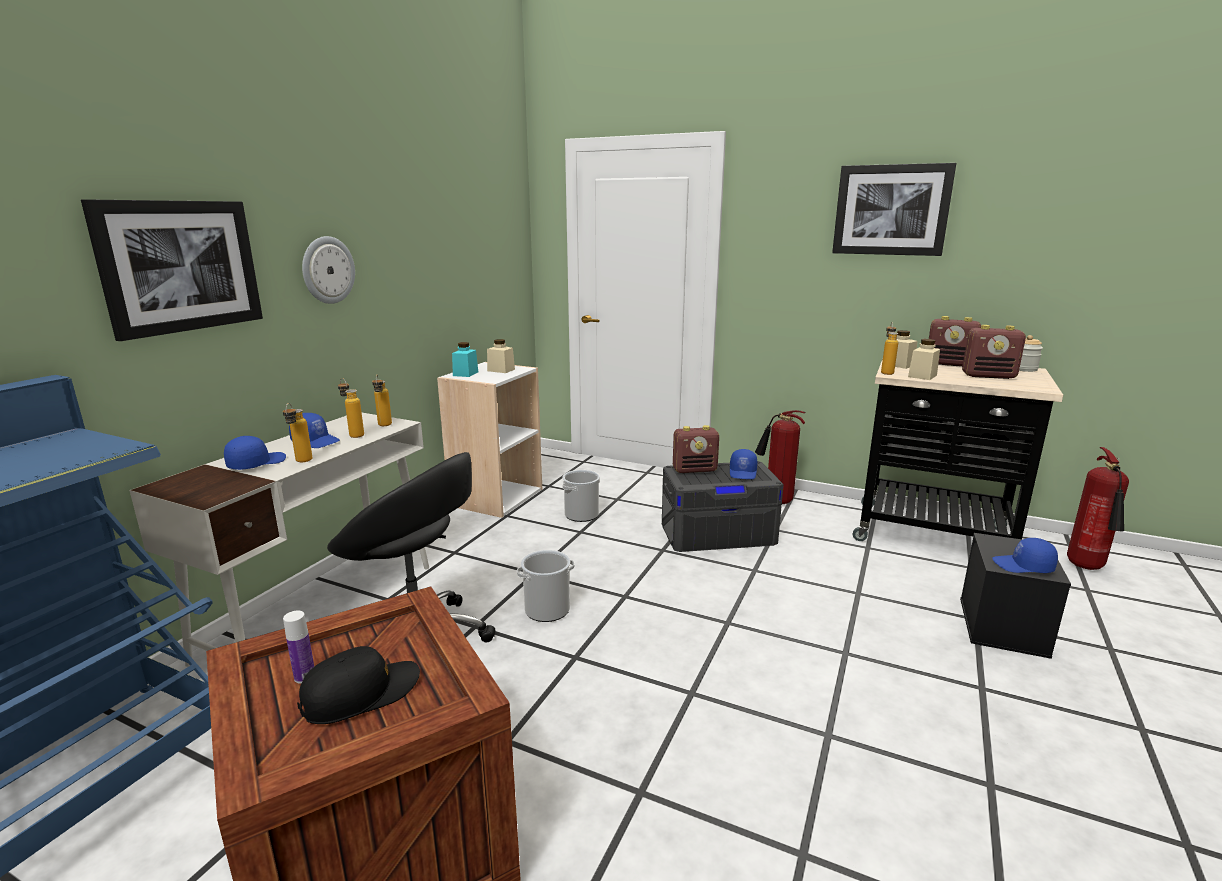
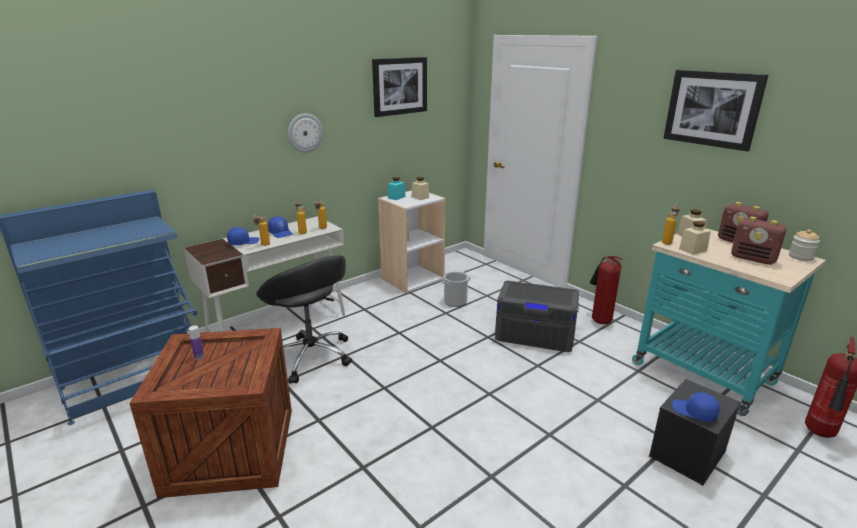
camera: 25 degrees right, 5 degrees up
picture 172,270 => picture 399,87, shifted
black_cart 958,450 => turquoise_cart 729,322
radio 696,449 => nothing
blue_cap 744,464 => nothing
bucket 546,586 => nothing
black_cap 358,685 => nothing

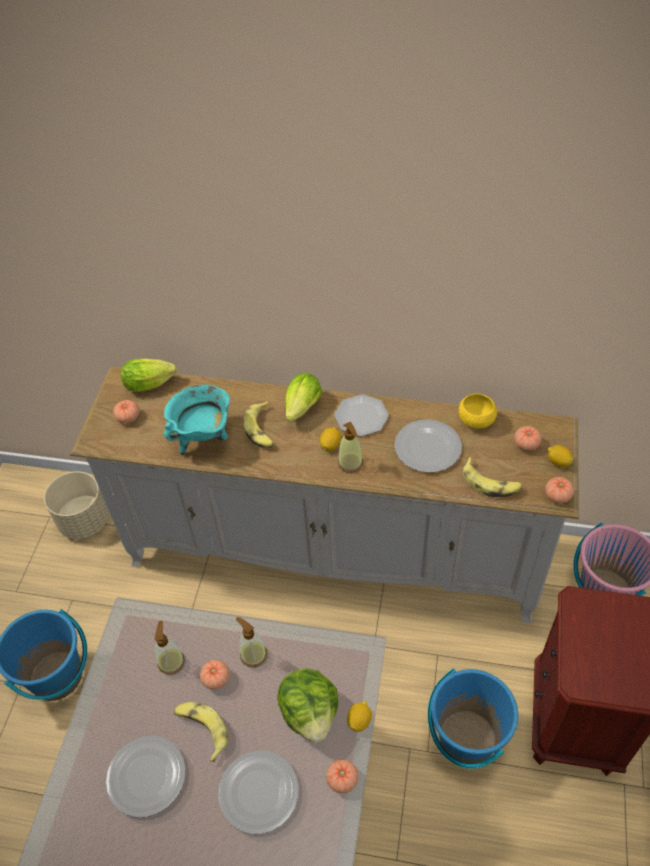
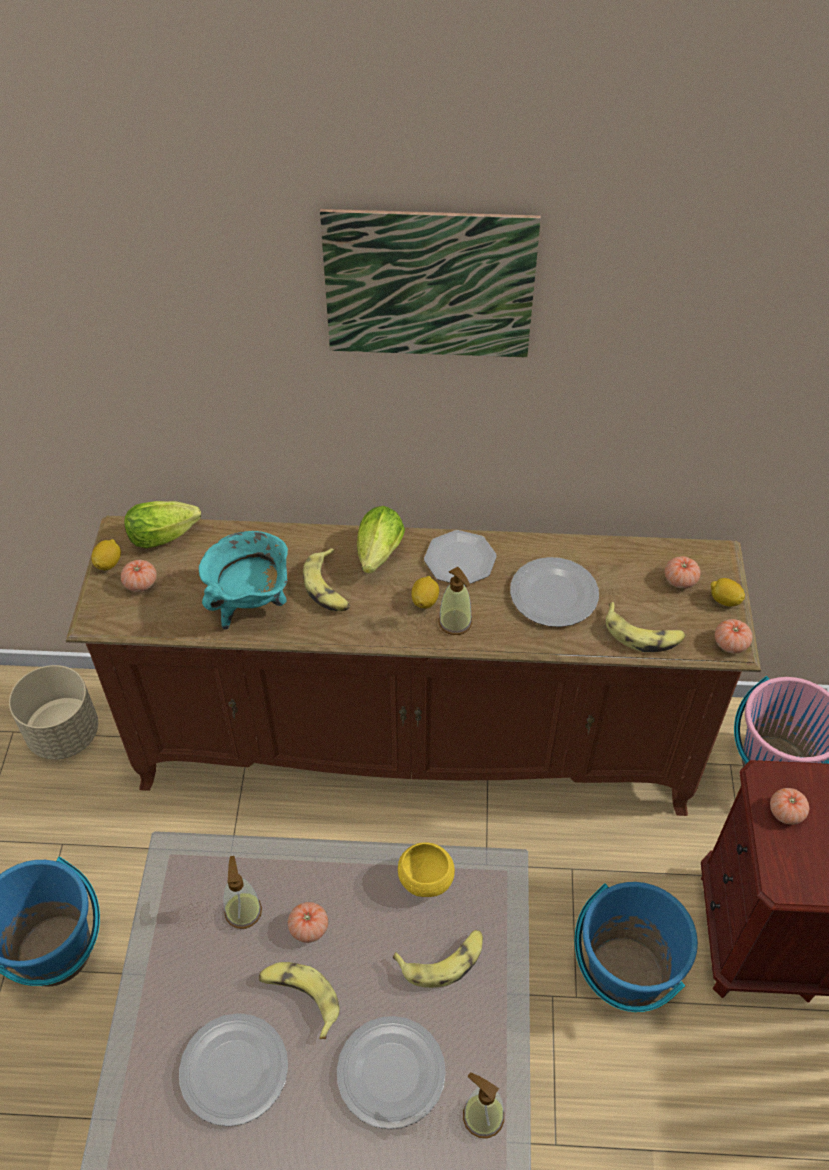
camera: 10 degrees left, 0 degrees up
grey_cabinet 324,495 => brown_cabinet 413,666
yellow_bowl 478,410 => yellow_bowl 426,869, shifted
soap_dispenser 251,642 => soap_dispenser 483,1105, shifted
lettuce 307,705 => banana 438,959
lemon 359,716 => lemon 106,554, shifted
tomato 342,776 => tomato 789,806, shifted
nothing => picture 430,283

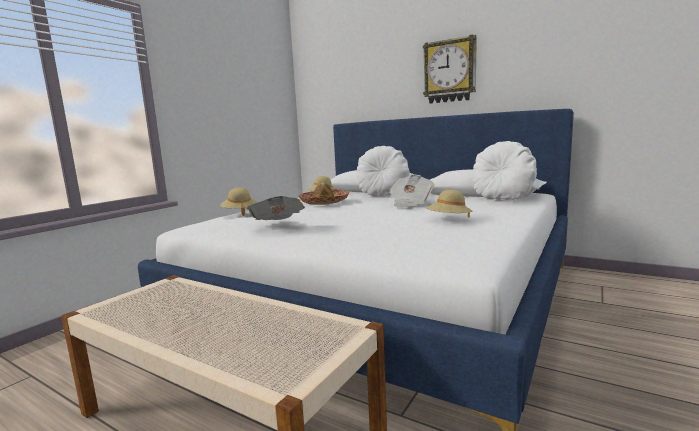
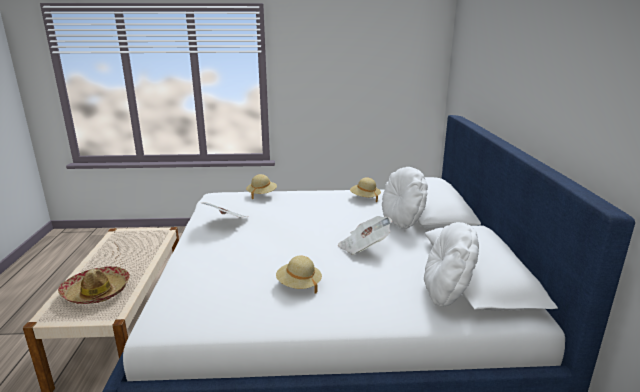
camera: 55 degrees right, 10 degrees up
wall_clock 450,69 => nothing
hat 324,193 => hat 94,285, shifted

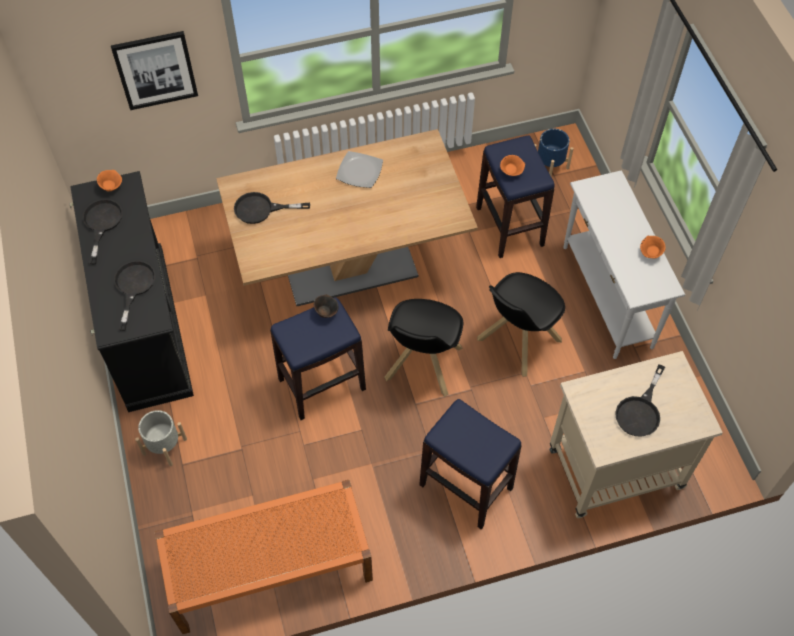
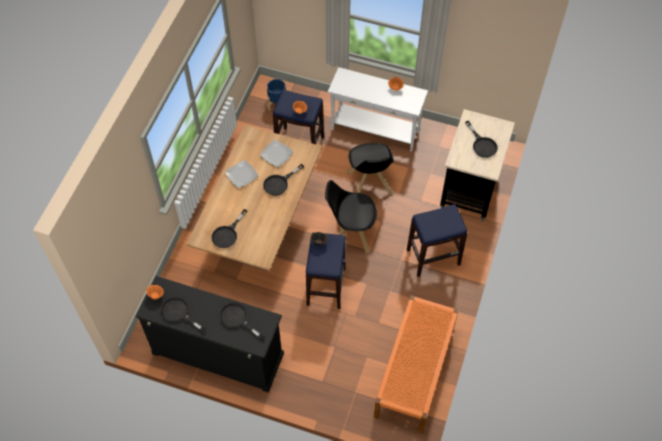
camera: 55 degrees left, 0 degrees up
picture 154,70 => nothing
black_chair 423,348 => black_chair 351,217, 135 degrees clockwise
beige_cart 636,434 => black_cart 477,165
grey_planter 161,438 => nothing
nothing => plate 276,153
nothing => black_frying_pan 283,180

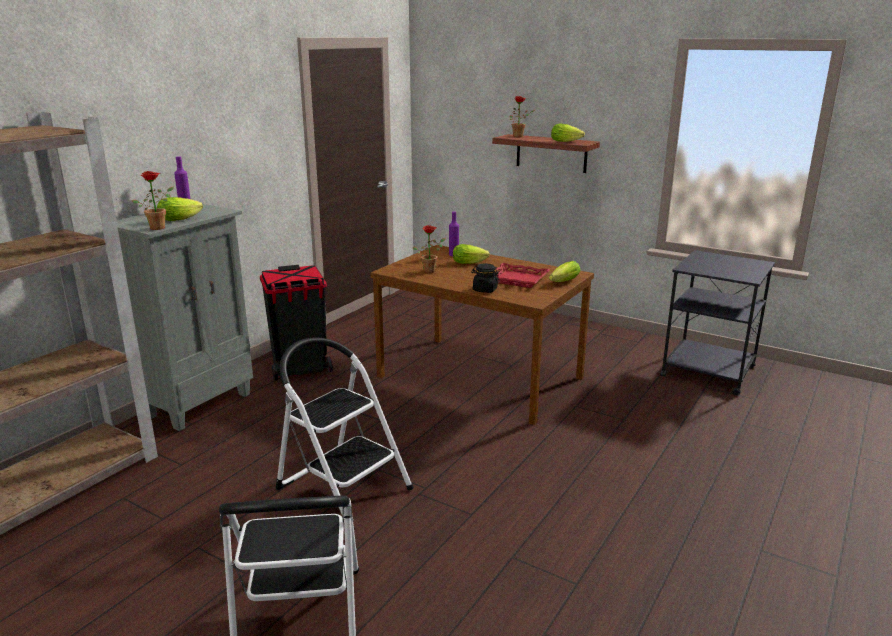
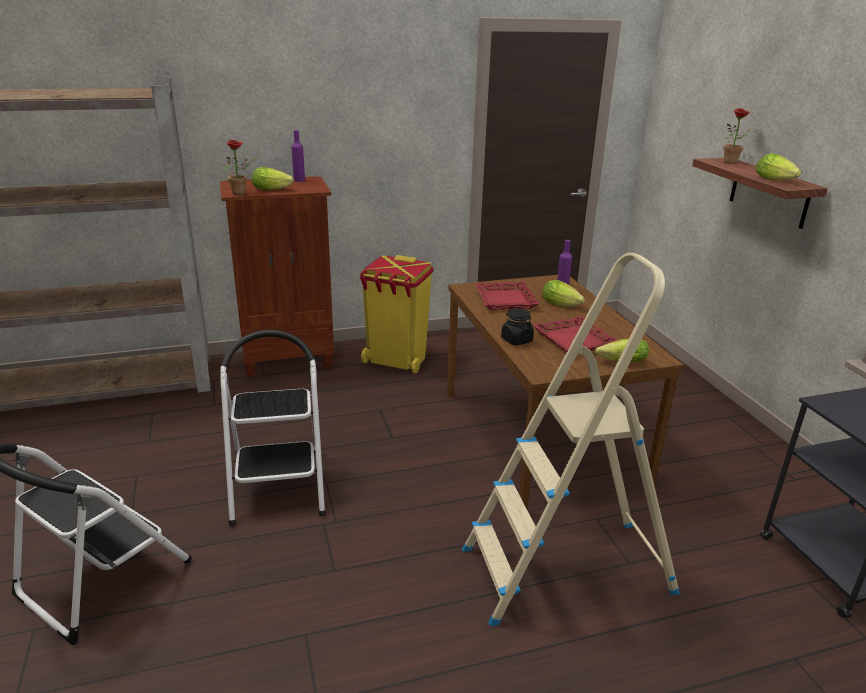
camera: 40 degrees right, 5 degrees up
grey_cabinet 184,317 => brown_cabinet 277,276
potted_plant 429,249 => red_tray 507,295
black_trash_can 296,323 => yellow_trash_can 397,314
nothing => beige_step_ladder 571,439

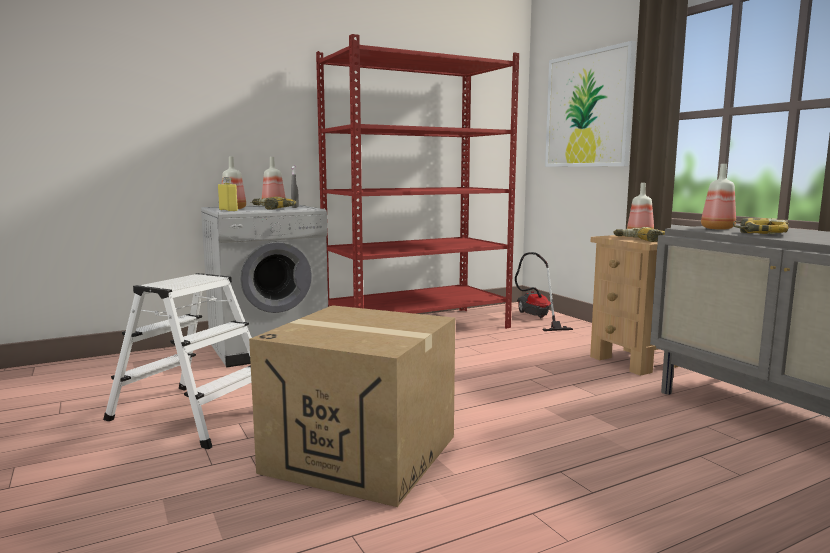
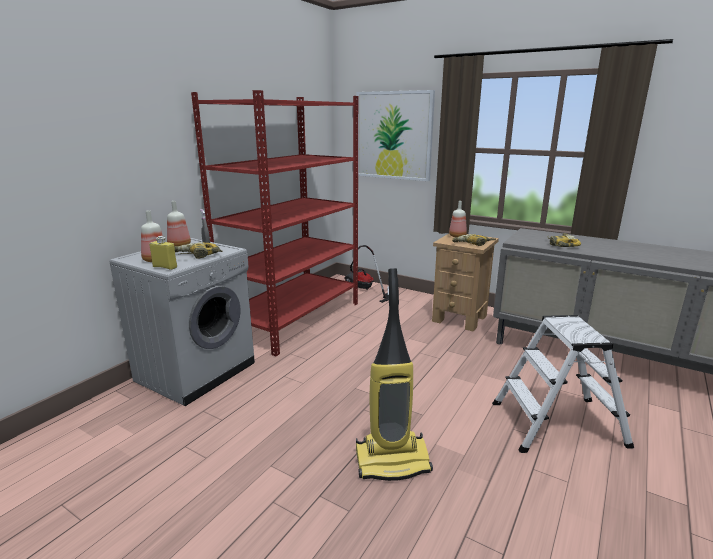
camera: 30 degrees left, 10 degrees up
bottle 718,197 => nothing
white_step_ladder 177,361 => white_step_ladder 563,384, shifted
cardboard_box 352,406 => vacuum_cleaner 394,374

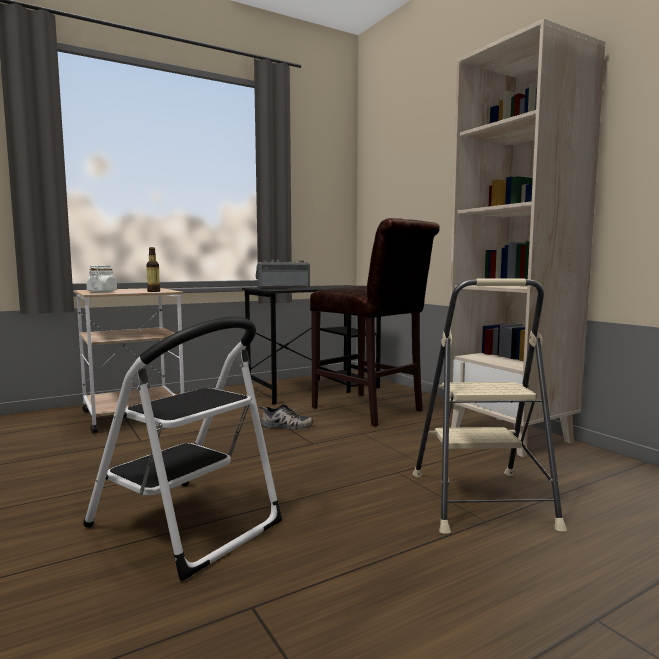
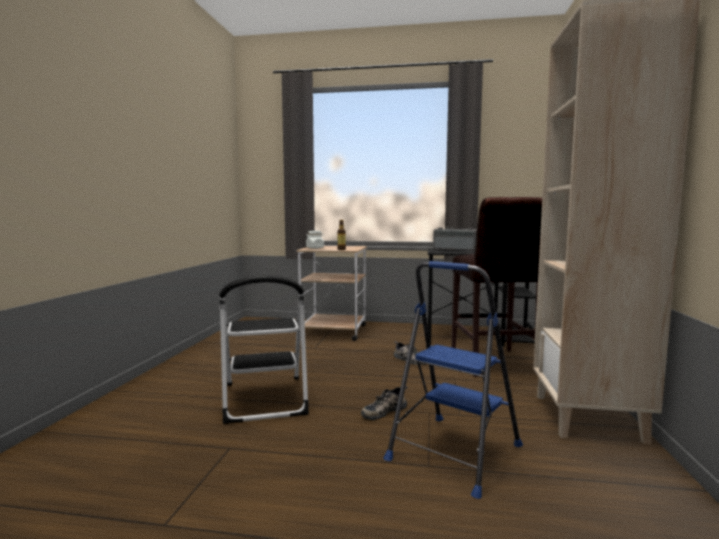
camera: 40 degrees right, 0 degrees up
beige_step_ladder 489,406 => blue_step_ladder 453,380
nothing => shoe 384,403

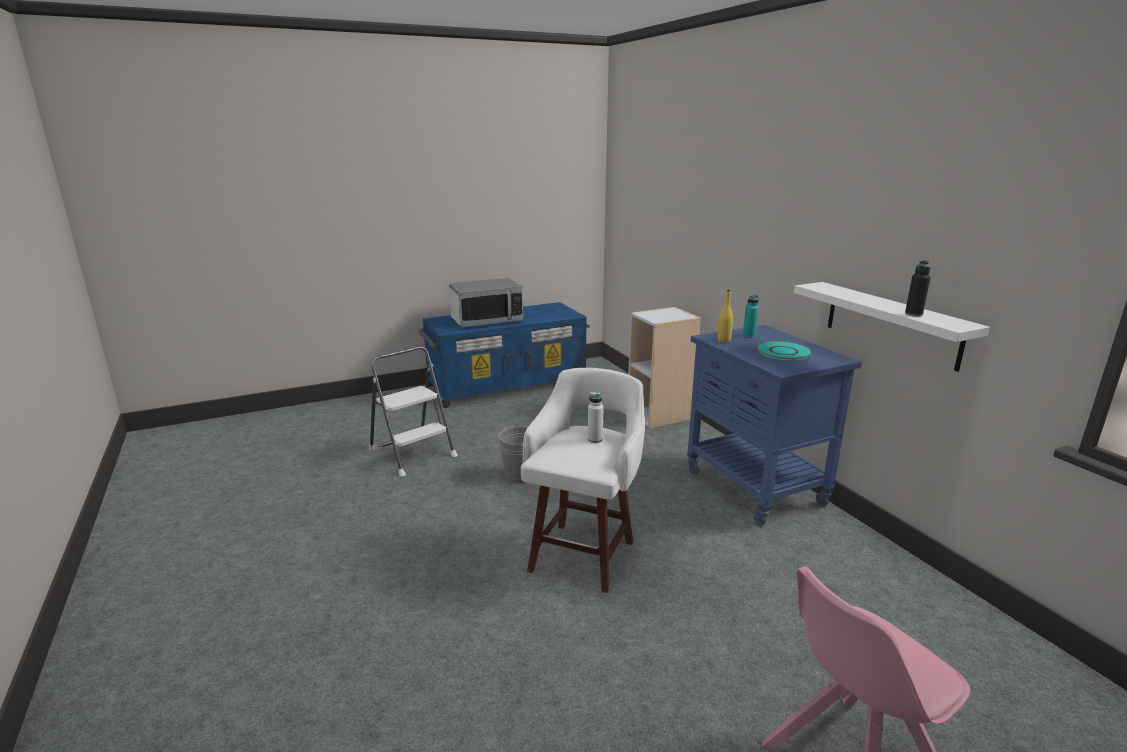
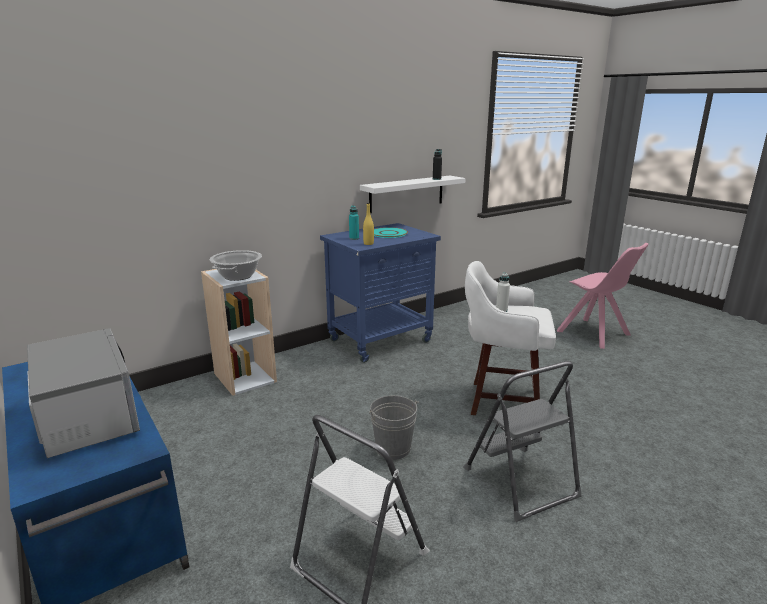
camera: 100 degrees left, 0 degrees up
nothing => cooking_pot 236,265
nothing => grey_step_ladder 522,441

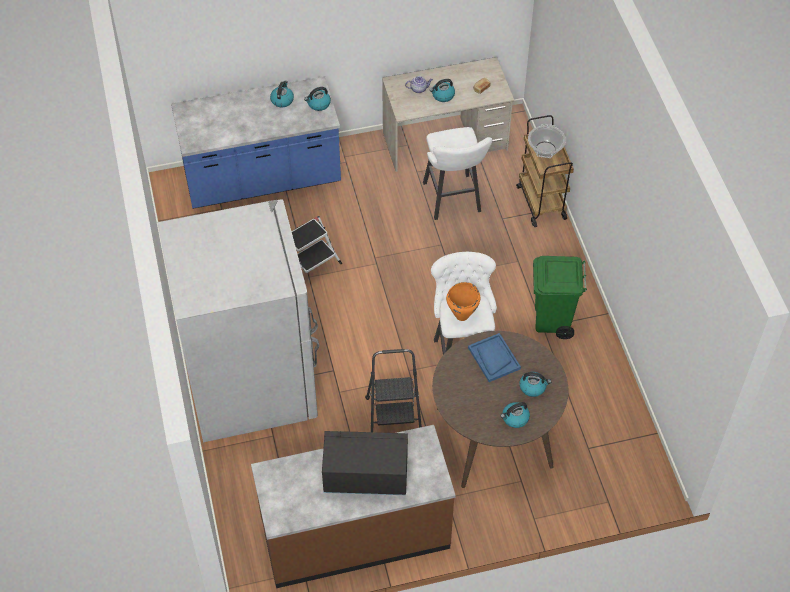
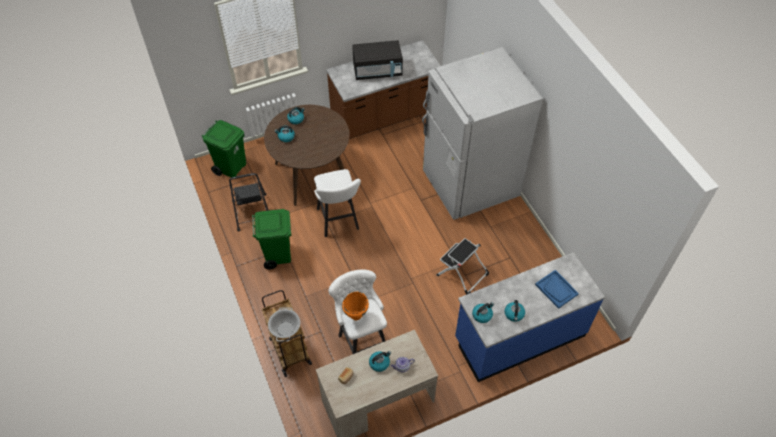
camera: 170 degrees right, 0 degrees up
orange_cooking_pot 463,301 => orange_cooking_pot 355,306, shifted
blue_tray 494,357 => blue_tray 557,289, shifted
black_step_ladder 393,390 => black_step_ladder 248,202, shifted
nothing => green_trash_can 224,149

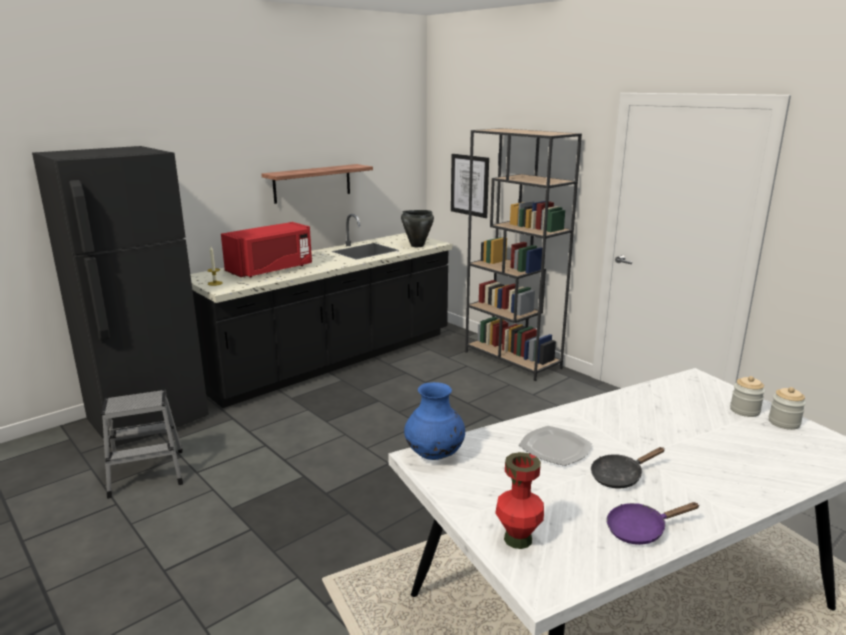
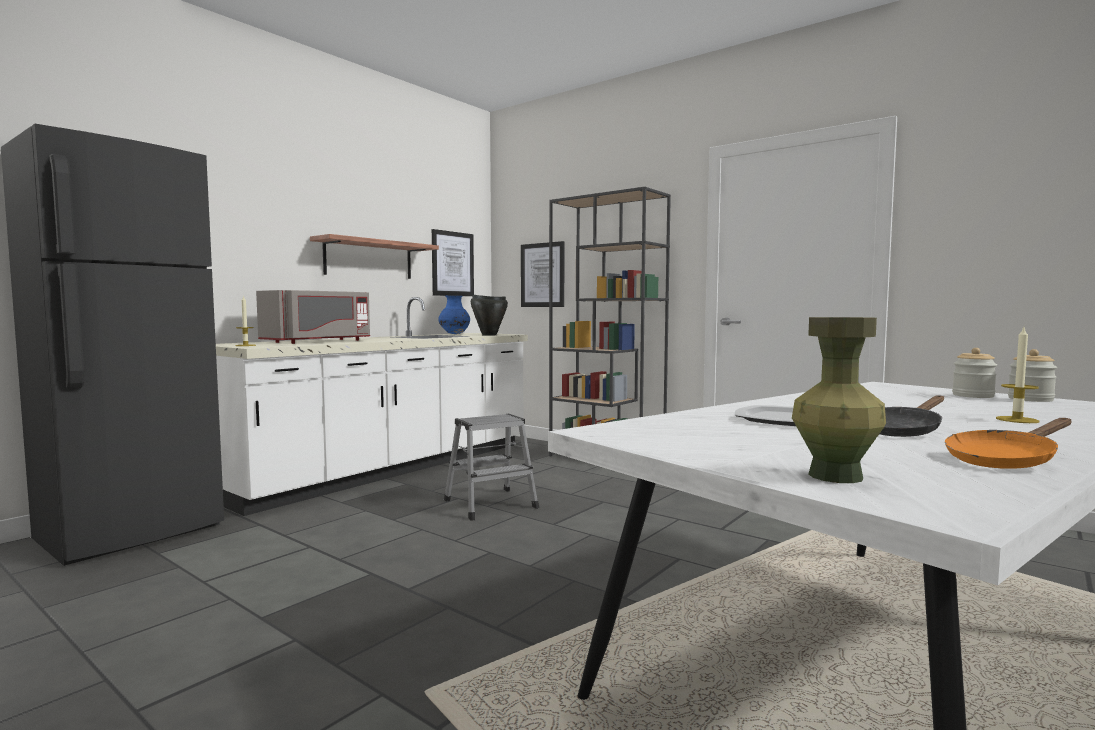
camera: 10 degrees left, 15 degrees down
black_counter 321,311 => white_counter 372,406
red_microwave 266,249 => grey_microwave 313,317
blue_vase 434,421 => blue_vase 454,315, shifted
grey_step_ladder 142,444 => grey_step_ladder 491,467, shifted
red_vase 519,500 => green_vase 839,400
purple_frying_pan 653,523 => orange_frying_pan 1008,443
nothing => picture 453,262
nothing => candle 1017,375

